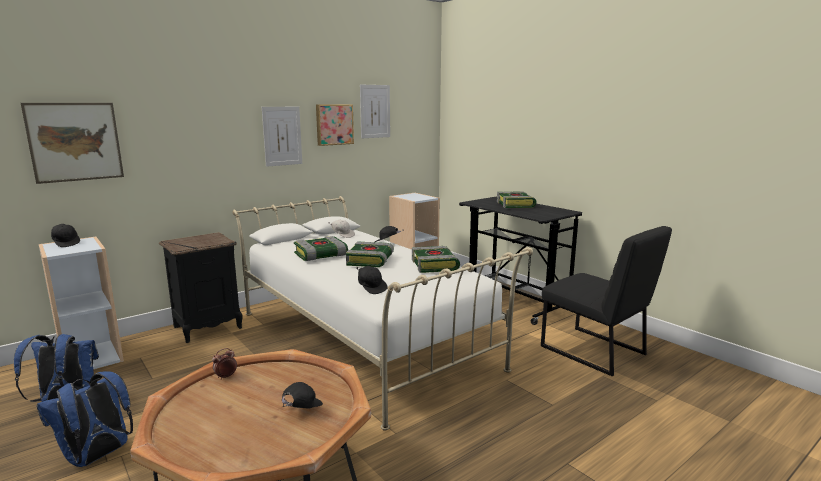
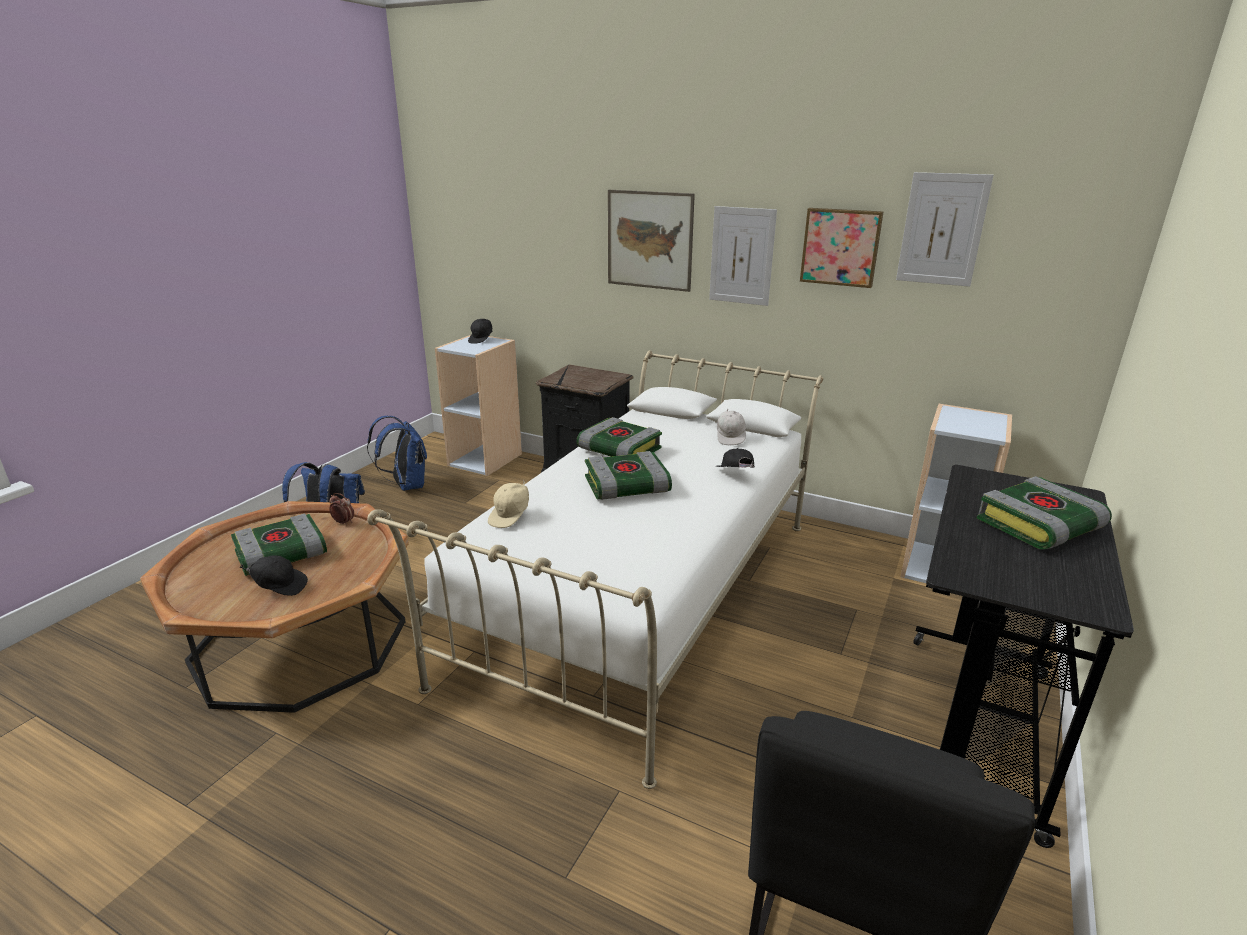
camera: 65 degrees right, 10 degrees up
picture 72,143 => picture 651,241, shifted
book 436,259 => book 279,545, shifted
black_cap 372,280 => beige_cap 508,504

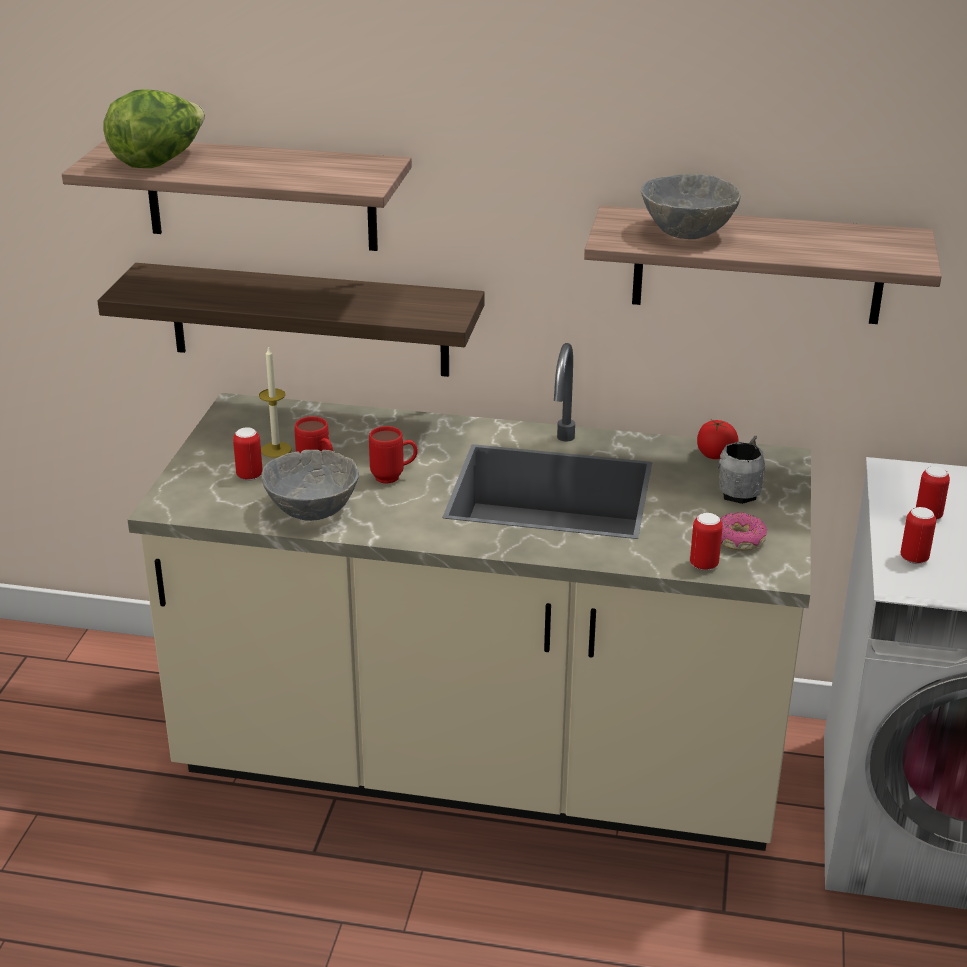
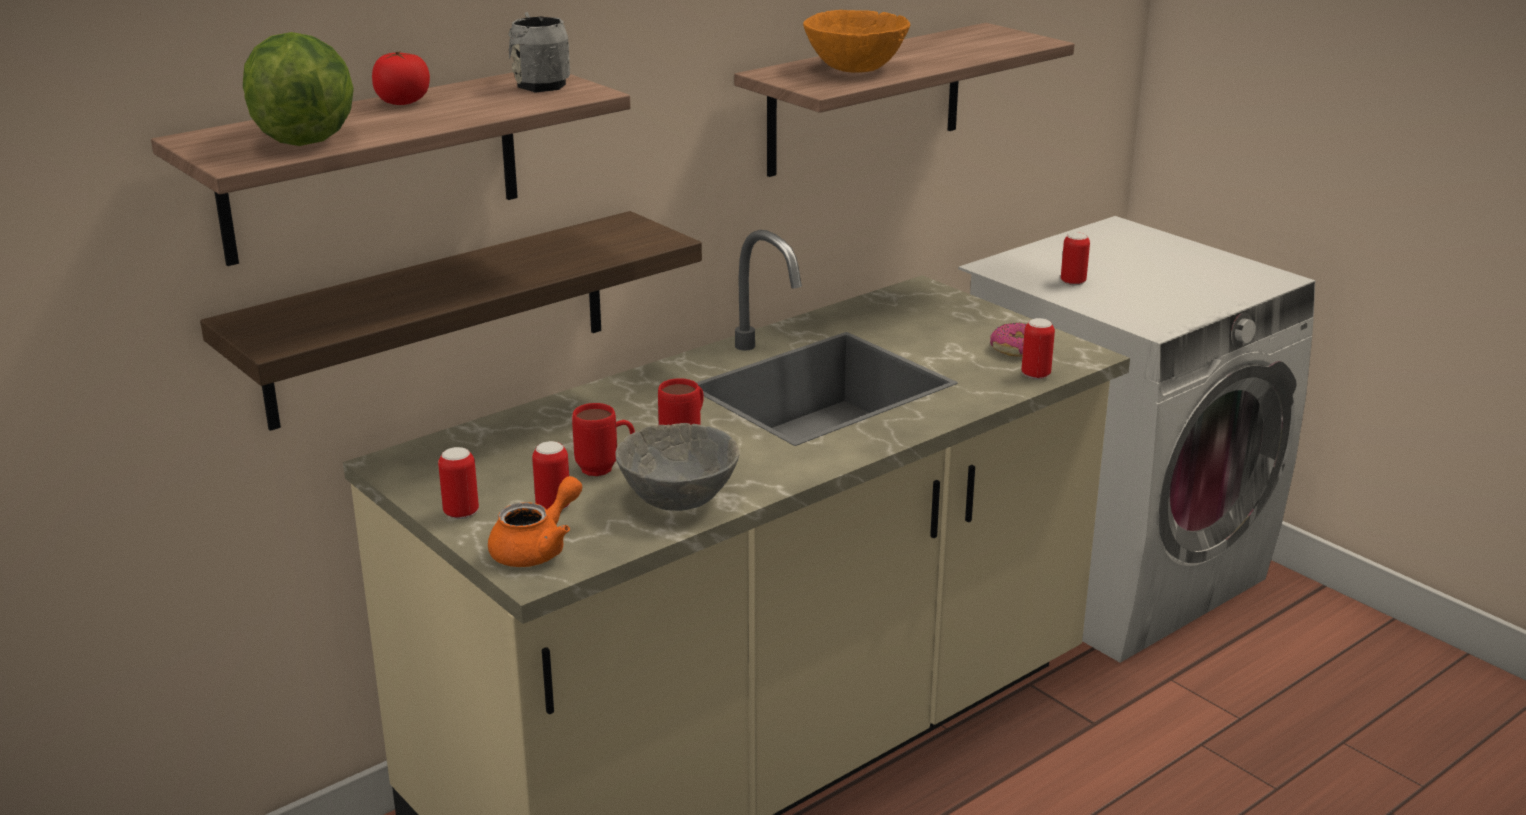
camera: 50 degrees left, 5 degrees down
grey_bowl 691,206 => orange_bowl 856,41
candle 275,402 => nothing
tomato 718,439 => tomato 401,78, shifted
grey_mug 741,470 => grey_mug 539,52, shifted
can 918,535 => can 458,483, shifted
nothing => orange_teapot 535,521

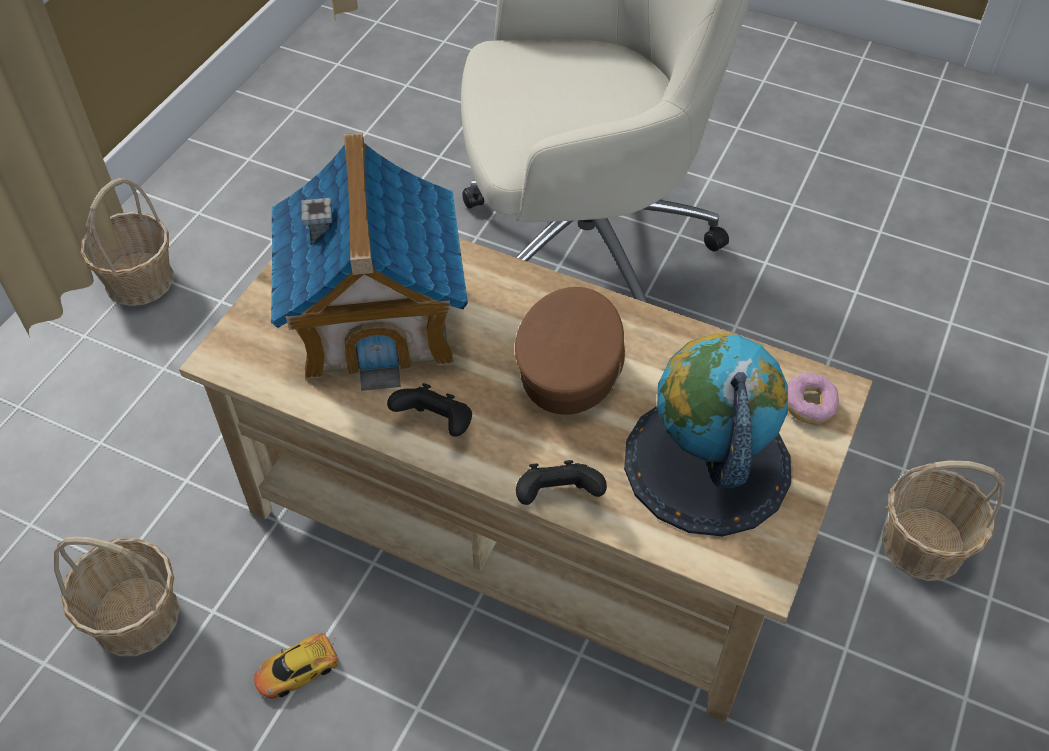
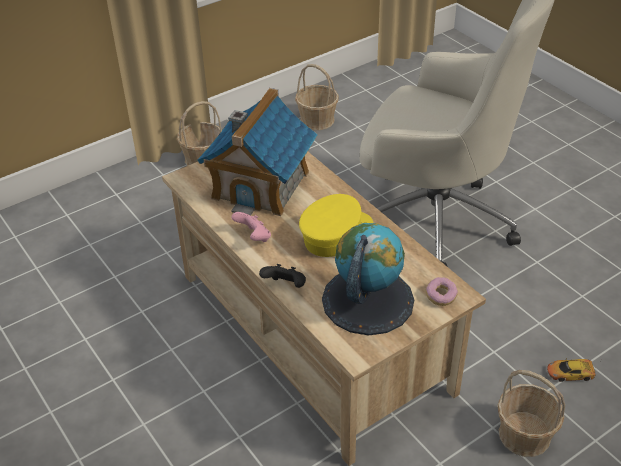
camera: 30 degrees right, 10 degrees down
brown_cap 570,351 => yellow_cap 336,225
black_game_controller 429,410 => pink_game_controller 251,227
basket 116,596 => basket 317,97, shifted
toy_car 296,666 => toy_car 572,370, shifted

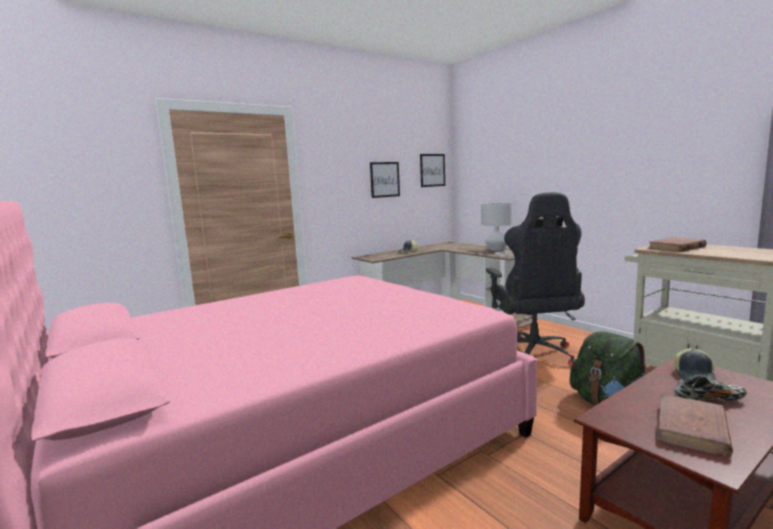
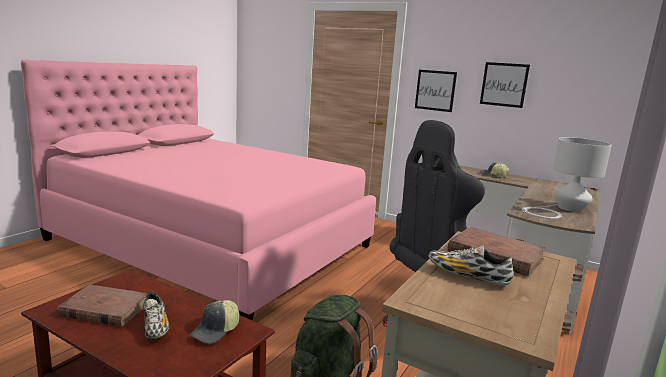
camera: 65 degrees right, 5 degrees up
picture 432,170 => picture 436,91, shifted
cap 695,364 => cap 214,322, 60 degrees counterclockwise
nothing => shoe 471,265

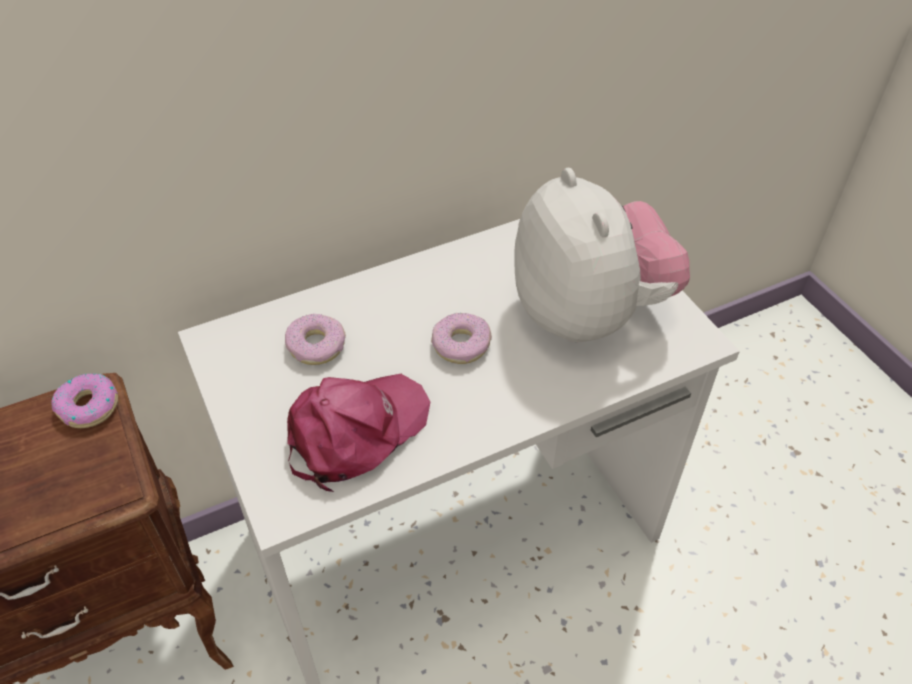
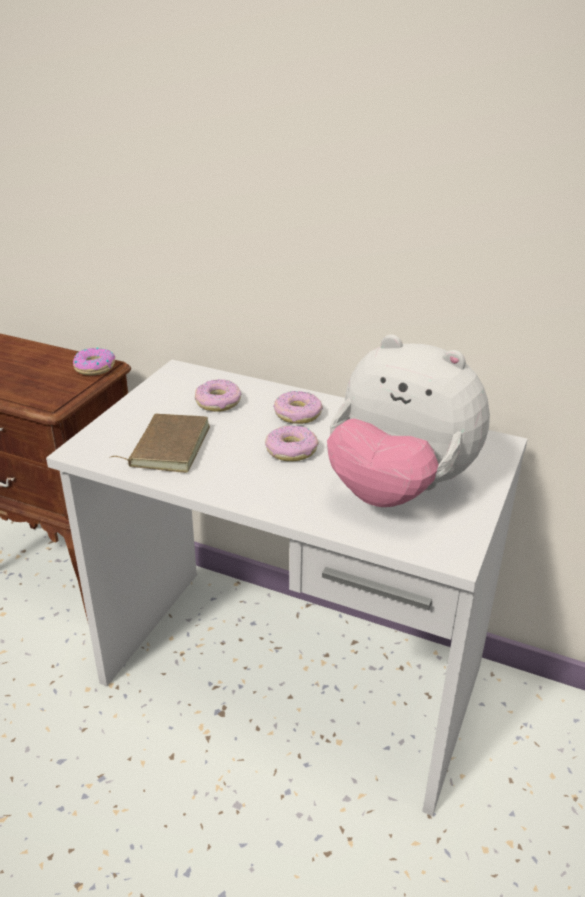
camera: 50 degrees right, 15 degrees down
plush_toy 602,255 => plush_toy 408,420, 90 degrees clockwise
pink_cap 358,433 => brown_book 159,443
nothing => donut 298,407

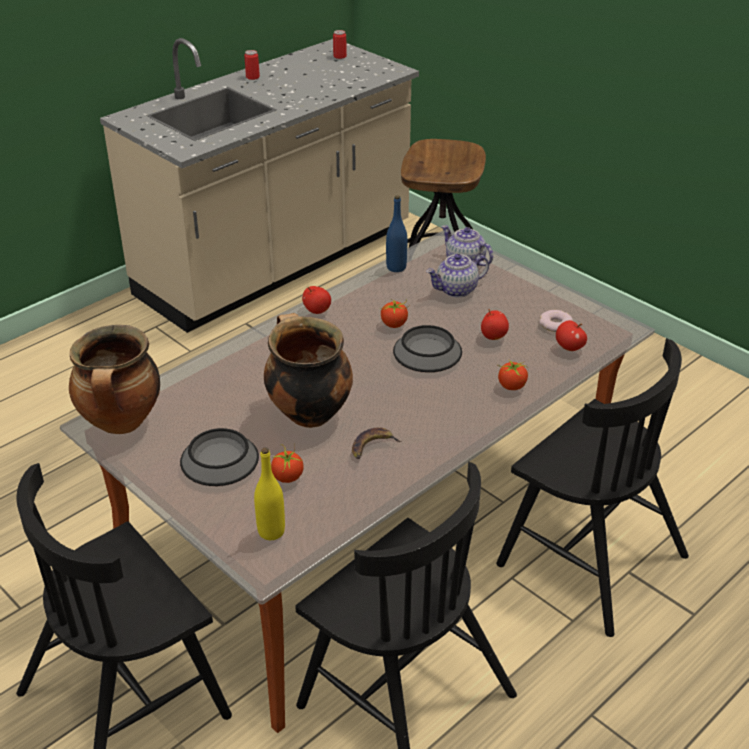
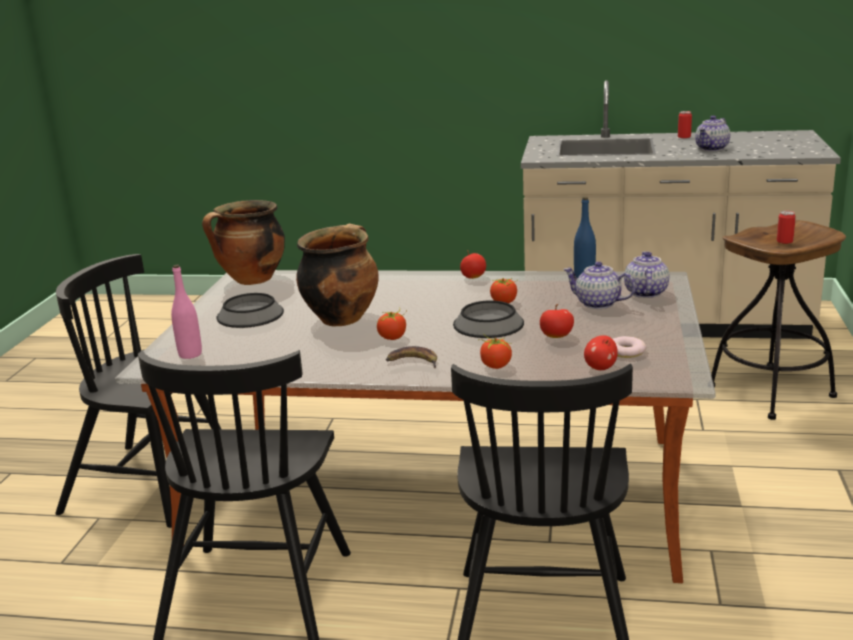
camera: 55 degrees right, 15 degrees down
can 340,44 => can 786,227, shifted
banana 377,443 => banana 411,357, shifted
tomato 287,464 => tomato 392,325, shifted
yellow_bottle 269,494 => pink_bottle 186,312
nothing => teapot 712,133

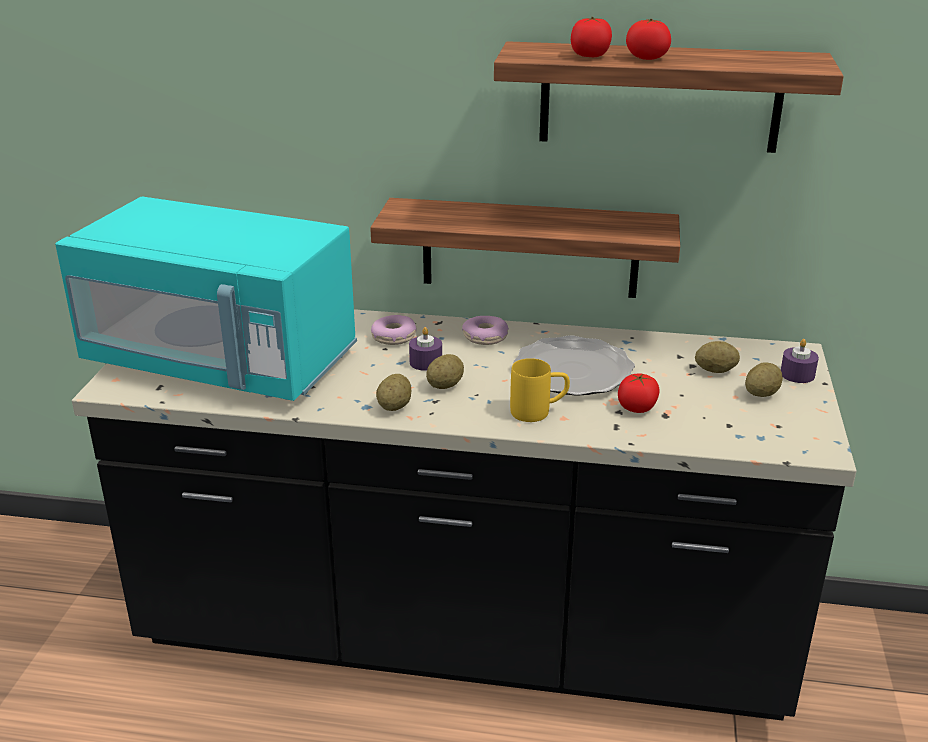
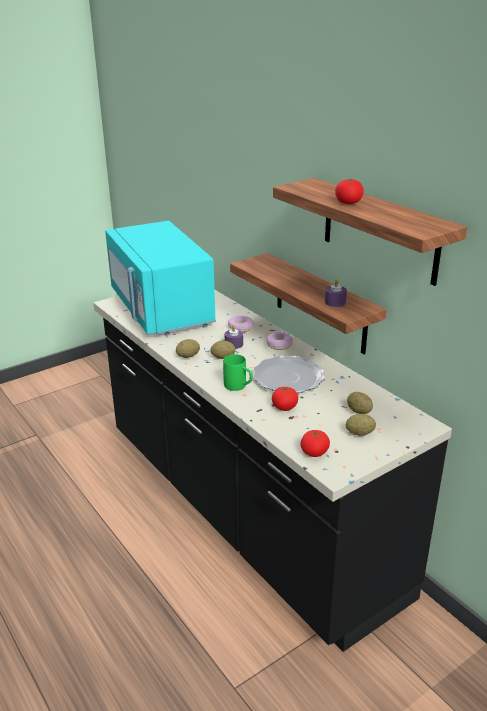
camera: 45 degrees right, 0 degrees up
tomato 591,37 => tomato 315,443, shifted
purple_candle 800,361 => purple_candle 336,293, shifted
yellow_mug 540,390 => green_mug 237,372

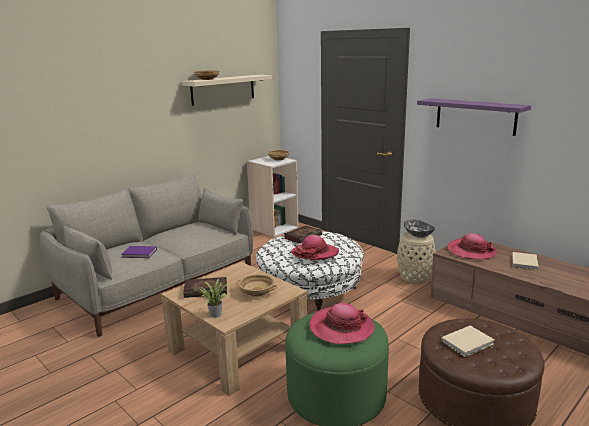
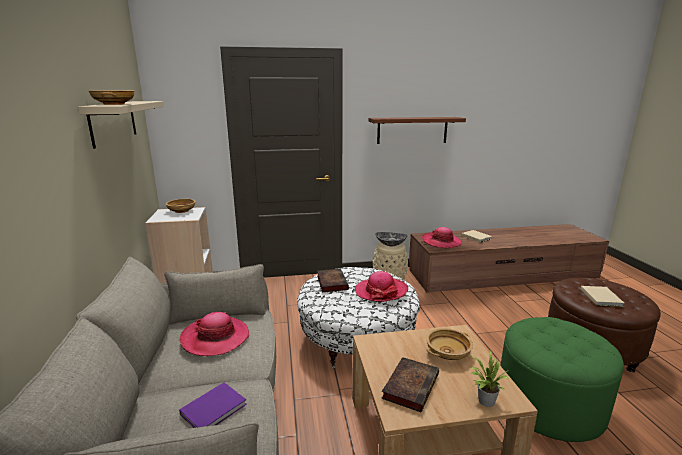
camera: 55 degrees left, 0 degrees up
purple_shelf 474,117 => brown_shelf 417,130
hat 342,323 => hat 214,334, shifted

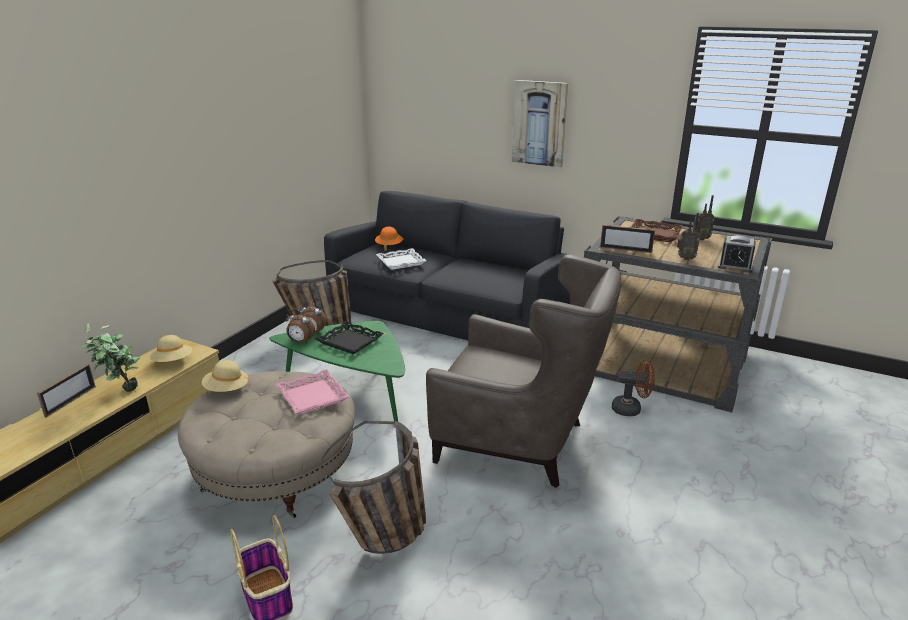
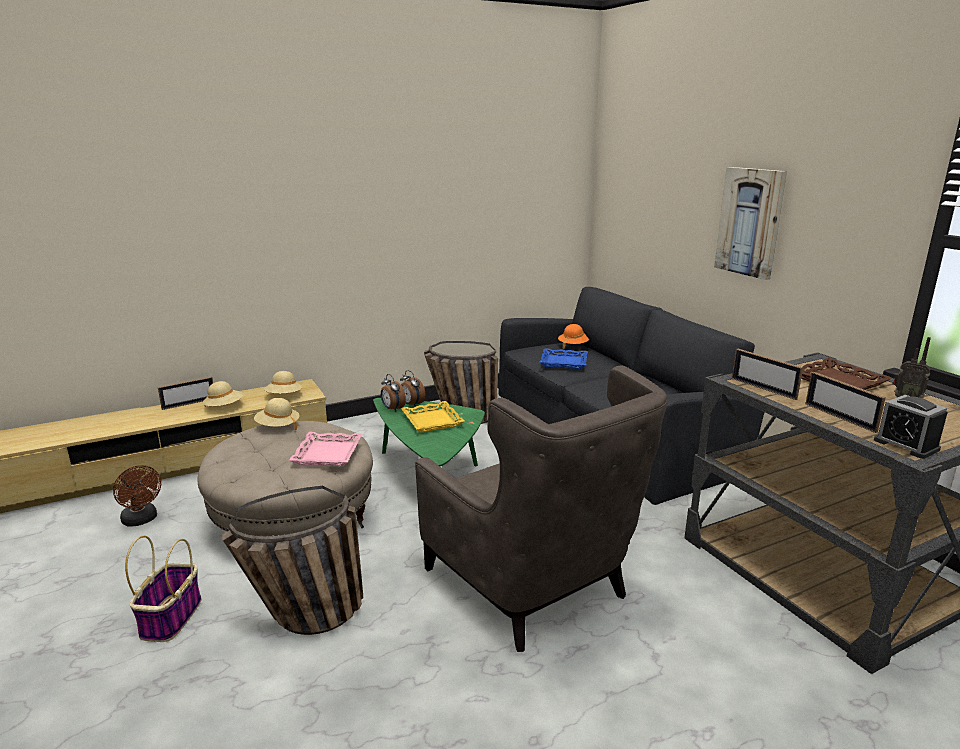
camera: 35 degrees right, 5 degrees down
radio 688,236 => picture_frame 846,402
white_tray 401,259 => blue_tray 564,358
black_tray 349,337 => yellow_tray 433,417
potted_plant 110,357 => beige_hat 223,394
brown_fan 633,388 => brown_fan 137,495, shifted

